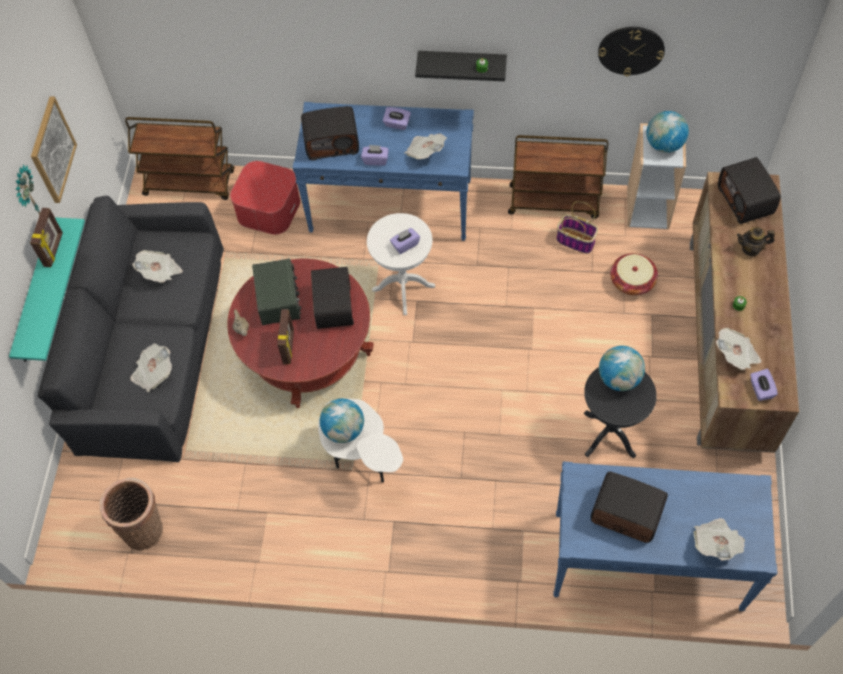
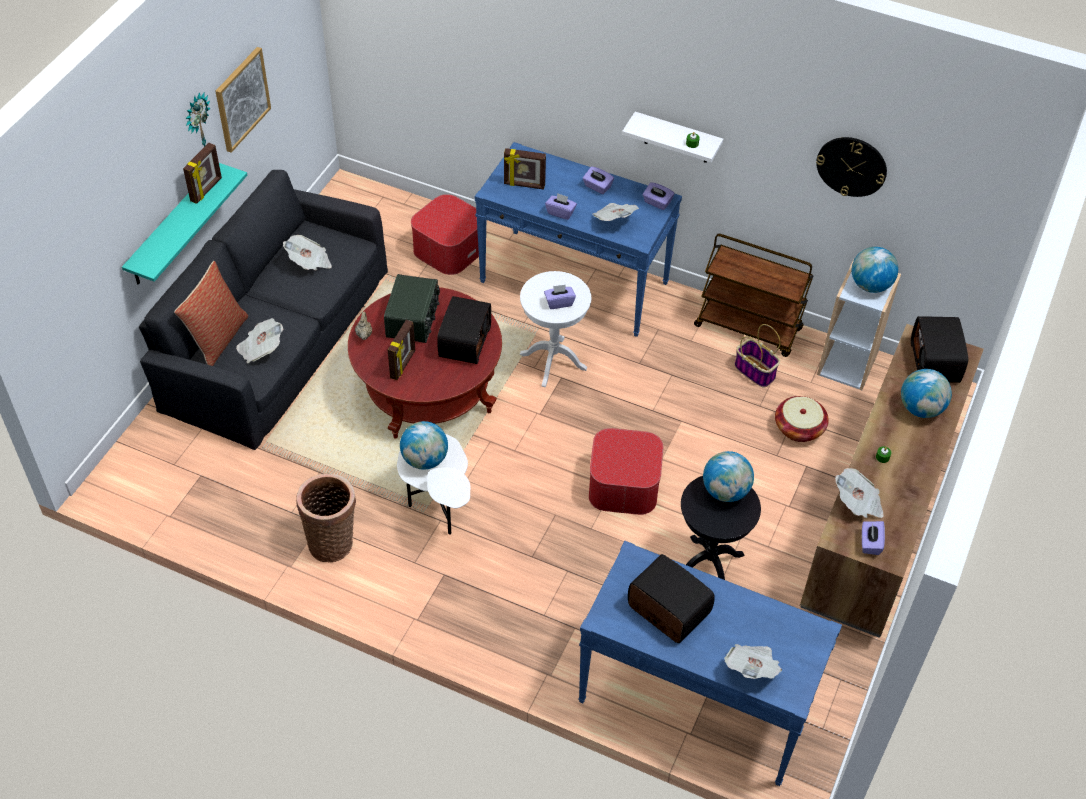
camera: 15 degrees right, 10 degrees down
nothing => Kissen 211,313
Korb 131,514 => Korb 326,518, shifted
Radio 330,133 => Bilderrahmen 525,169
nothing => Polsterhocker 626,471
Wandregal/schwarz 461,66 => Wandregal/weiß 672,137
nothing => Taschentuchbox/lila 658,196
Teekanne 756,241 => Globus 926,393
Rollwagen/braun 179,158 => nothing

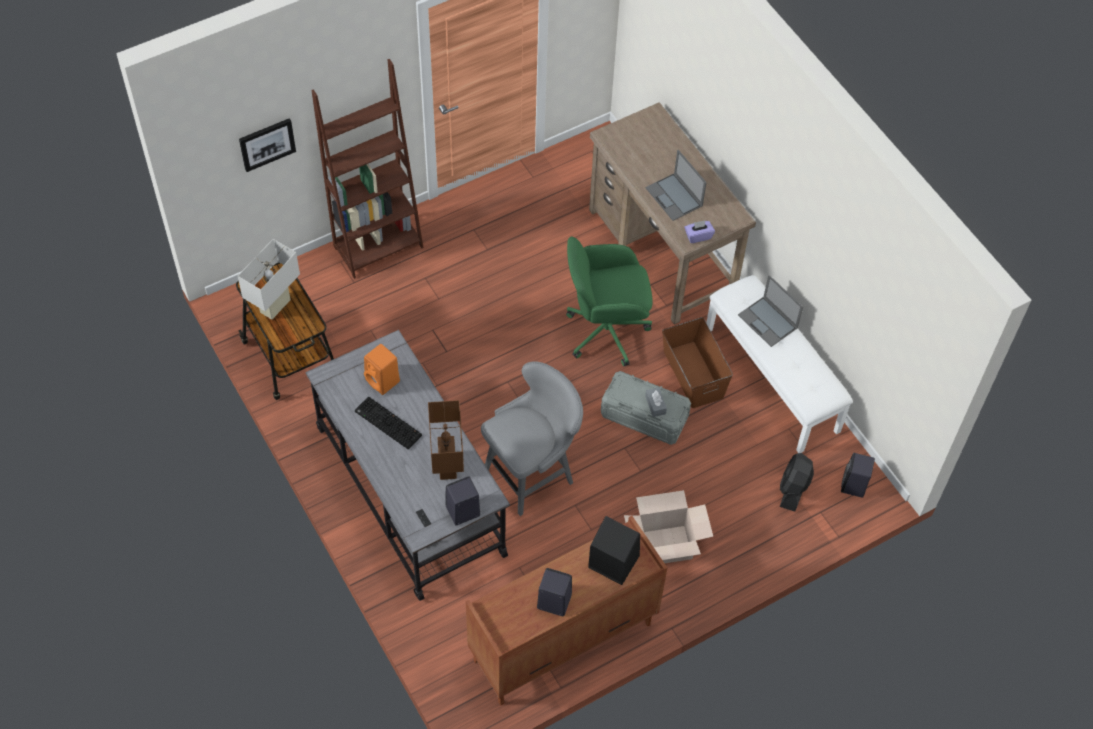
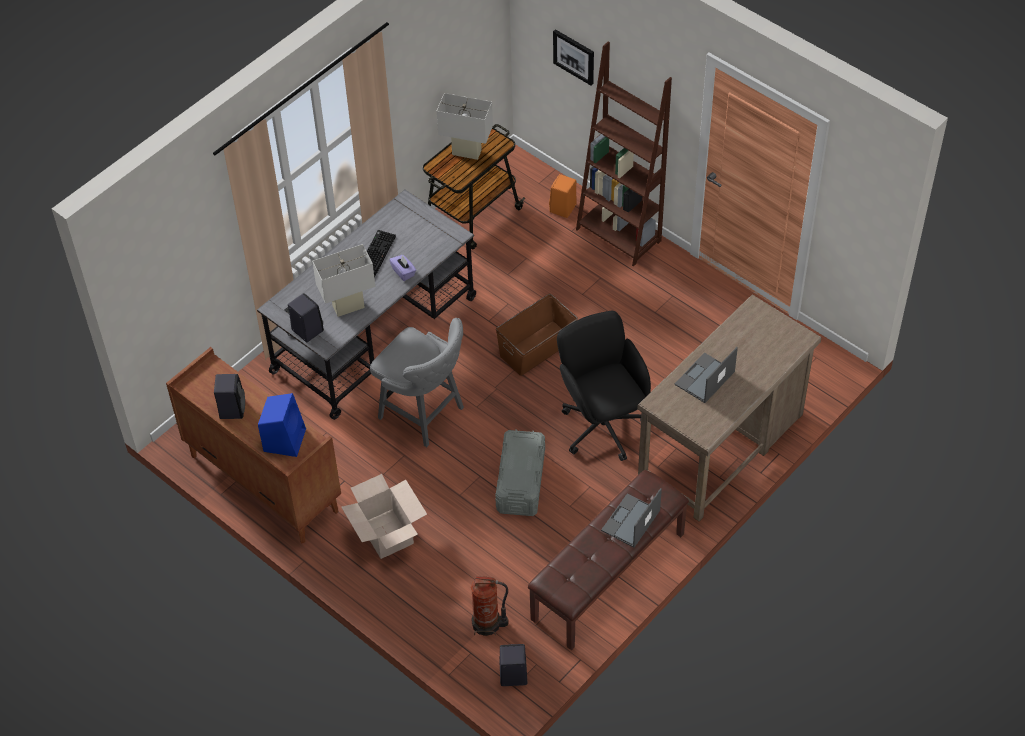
camera: 75 degrees right, 5 degrees down
Lautsprecher/schwarz 614,550 => Lautsprecher/blau 282,425
Tischlampe/braun 446,440 => Tischlampe/weiß 343,280
Taschentuchbox/lila 699,232 => Taschentuchbox/lila 403,268, shifted
Ventilator/schwarz 797,482 => Feuerlöscher 490,606
Aufbewahrungsbox/braun 697,362 => Aufbewahrungsbox/braun 537,334, shifted
Bank/weiß 779,364 => Bank/braun 608,560
Lautsprecher/orange 382,369 => Lautsprecher/orange 563,196, shifted
Bürostuhl/grün 609,302 => Bürostuhl/schwarz 604,386
Taschentuchbox/grau 656,402 => nothing

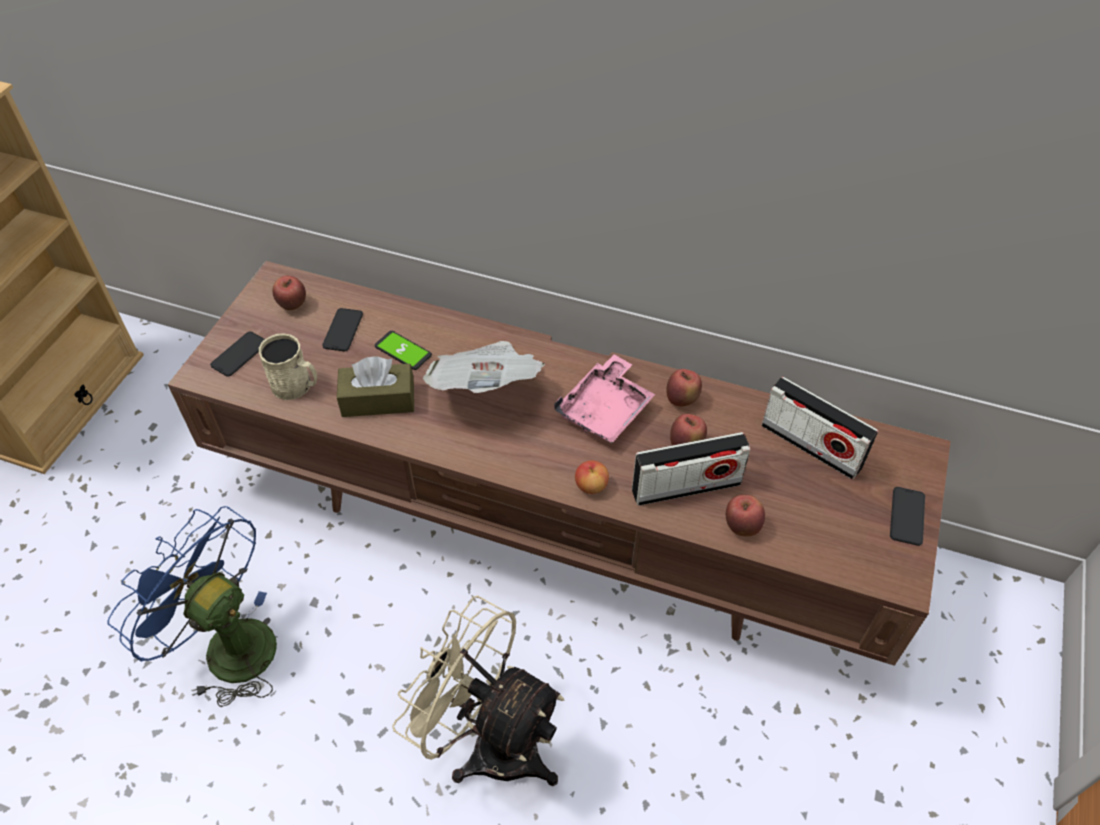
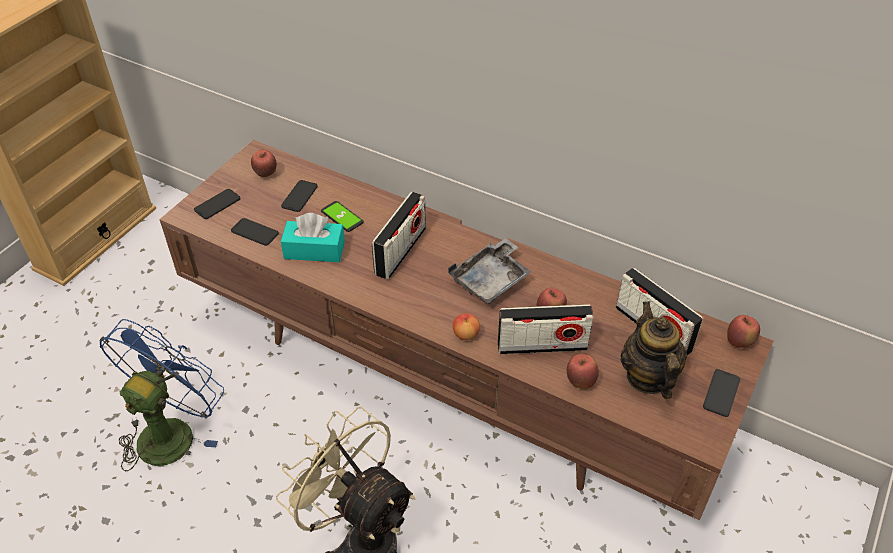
camera: 10 degrees right, 5 degrees down
Ventilator/blau 192,606 => Ventilator/blau 162,395, 75 degrees clockwise
Henkelbecher/beige 288,366 => Handy 255,232
Taschentuchbox/braun 375,386 => Taschentuchbox/türkis 313,237
Zeitung 484,367 => Radio 399,235
Tablett/rosa 604,398 => Tablett/grau 490,271
nothing => Teekanne 654,350
Apfel 684,388 => Apfel 743,331, shifted

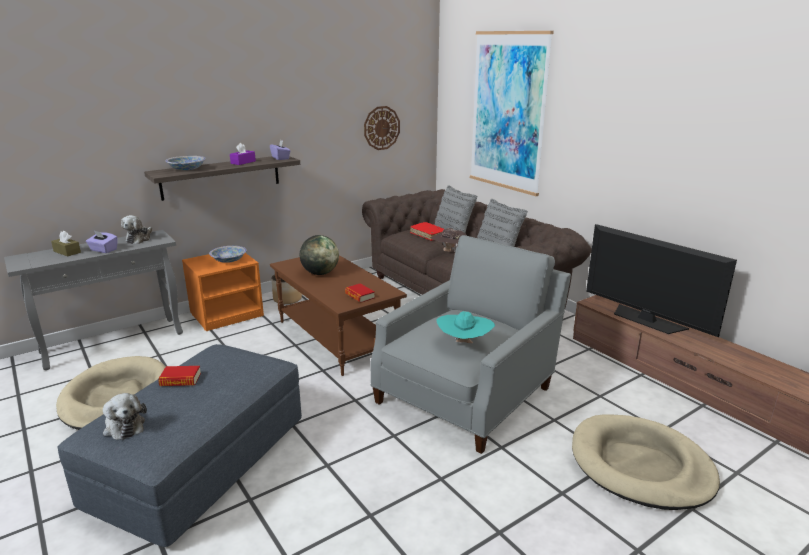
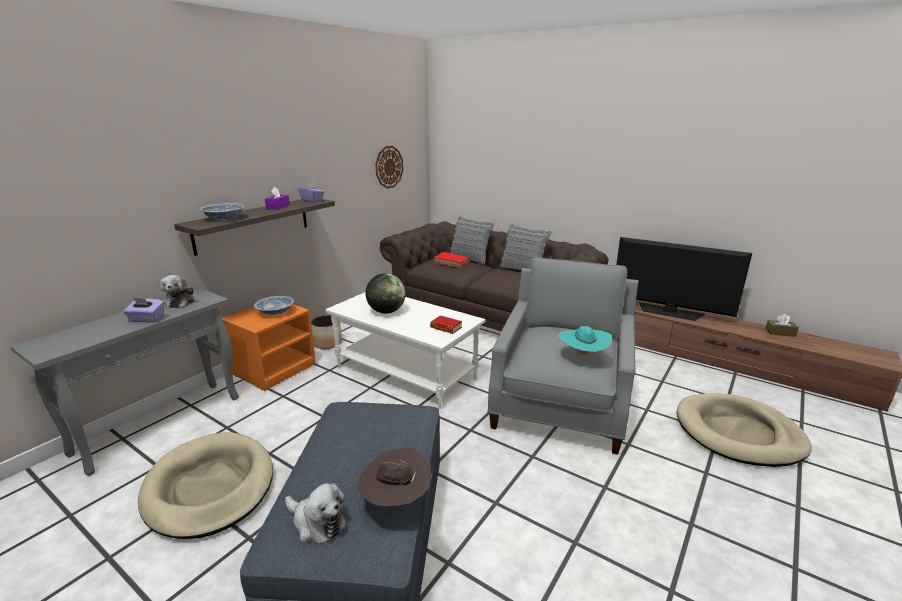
camera: 20 degrees left, 0 degrees up
Couchtisch/braun 338,315 => Couchtisch/weiß 405,350
Hut/braun 449,240 => Hut/braun 394,477, shifted
Taschentuchbox/braun 66,244 => Taschentuchbox/braun 782,325, shifted
Buch 179,376 => nothing
Bild 512,113 => nothing

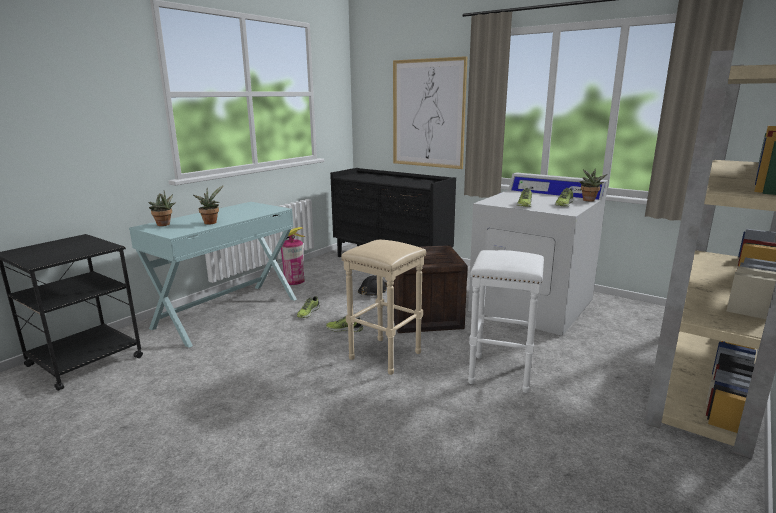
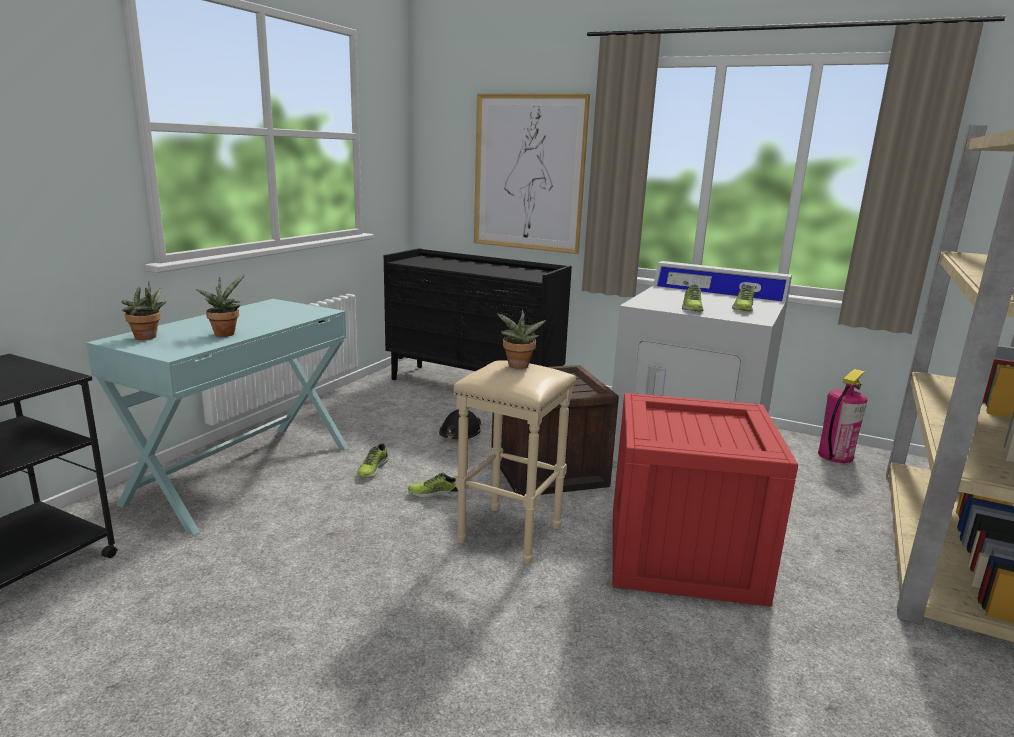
camera: 10 degrees left, 0 degrees up
Topfpflanze 593,185 => Topfpflanze 521,339, shifted
Hocker/weiß 506,321 => Kiste 705,500
Feuerlöscher 290,256 => Feuerlöscher 843,416, shifted

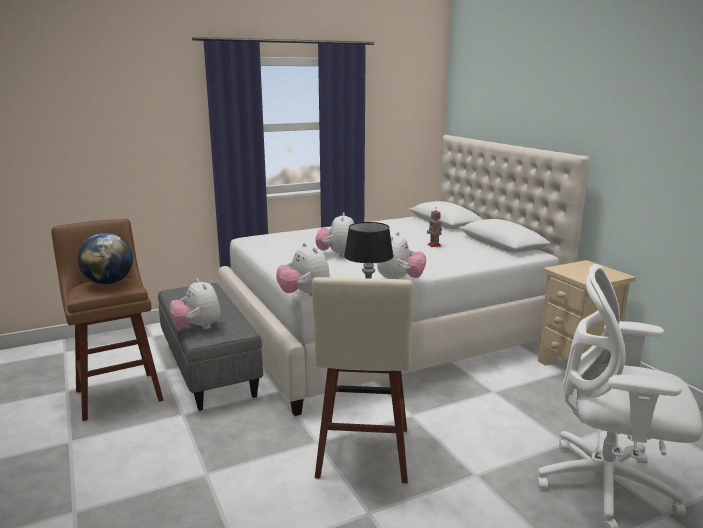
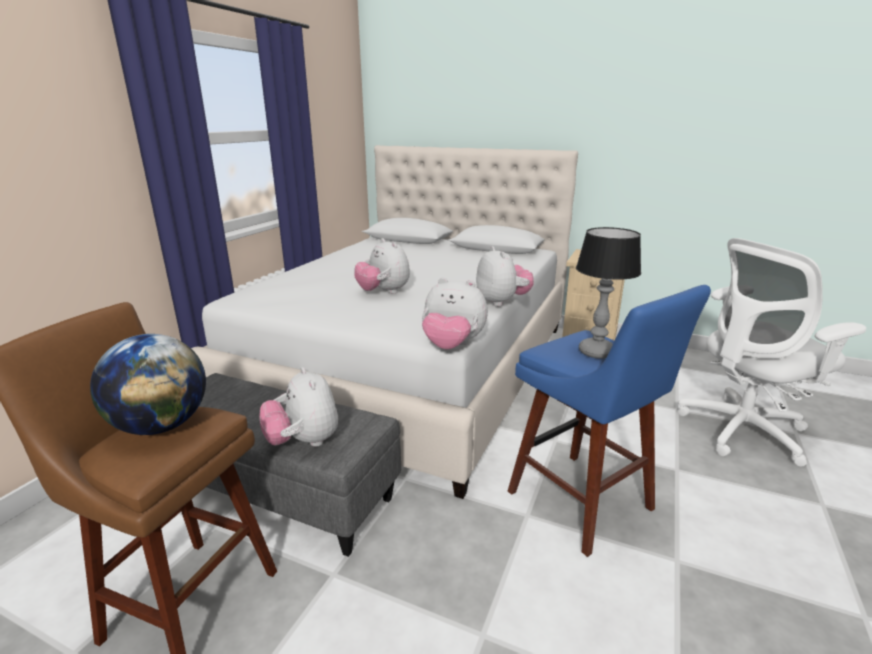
camera: 40 degrees left, 5 degrees up
Plüschtier 195,303 => Plüschtier 298,407, 45 degrees clockwise
Hocker/beige 362,380 => Hocker/blau 609,421
Spielzeugroboter 434,227 => nothing

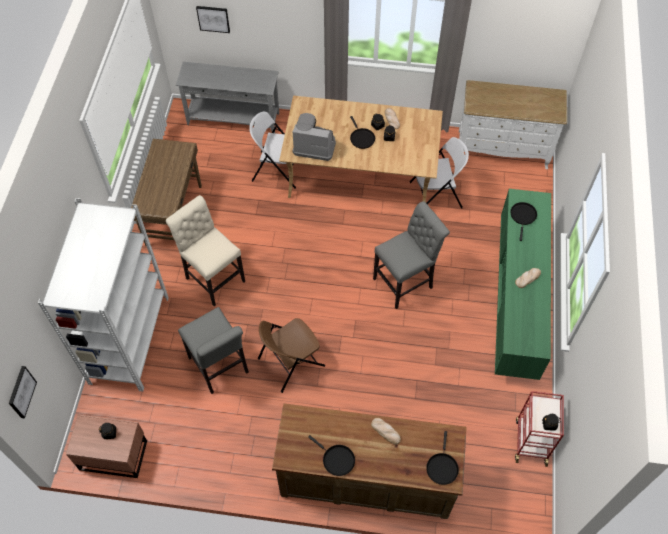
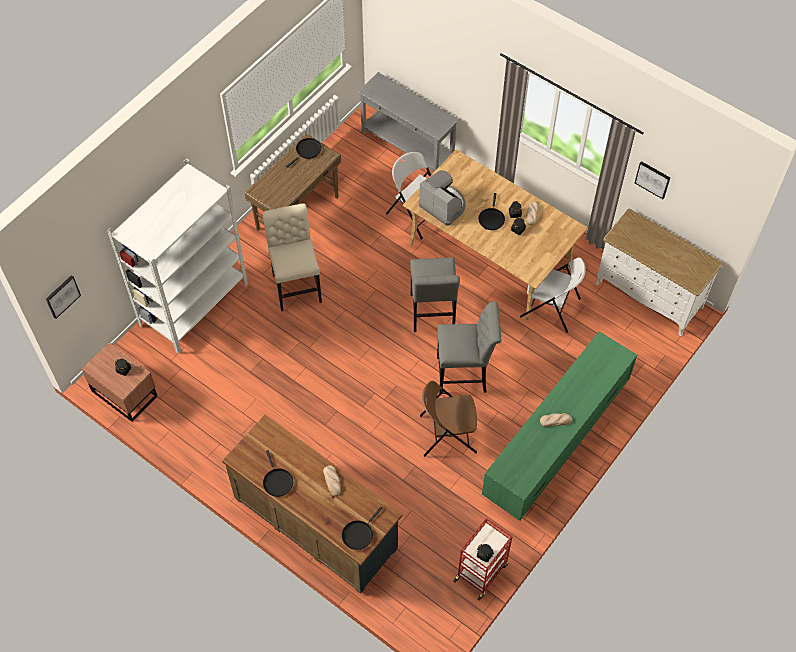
camera: 30 degrees right, 0 degrees up
Pfanne/schwarz 523,221 => Pfanne/schwarz 304,153, shifted
Hocker/grau 213,350 => Hocker/grau 435,294, shifted
Stuhl/braun 291,355 => Stuhl/braun 448,419, shifted
Bild 213,19 => Bild 652,180, shifted

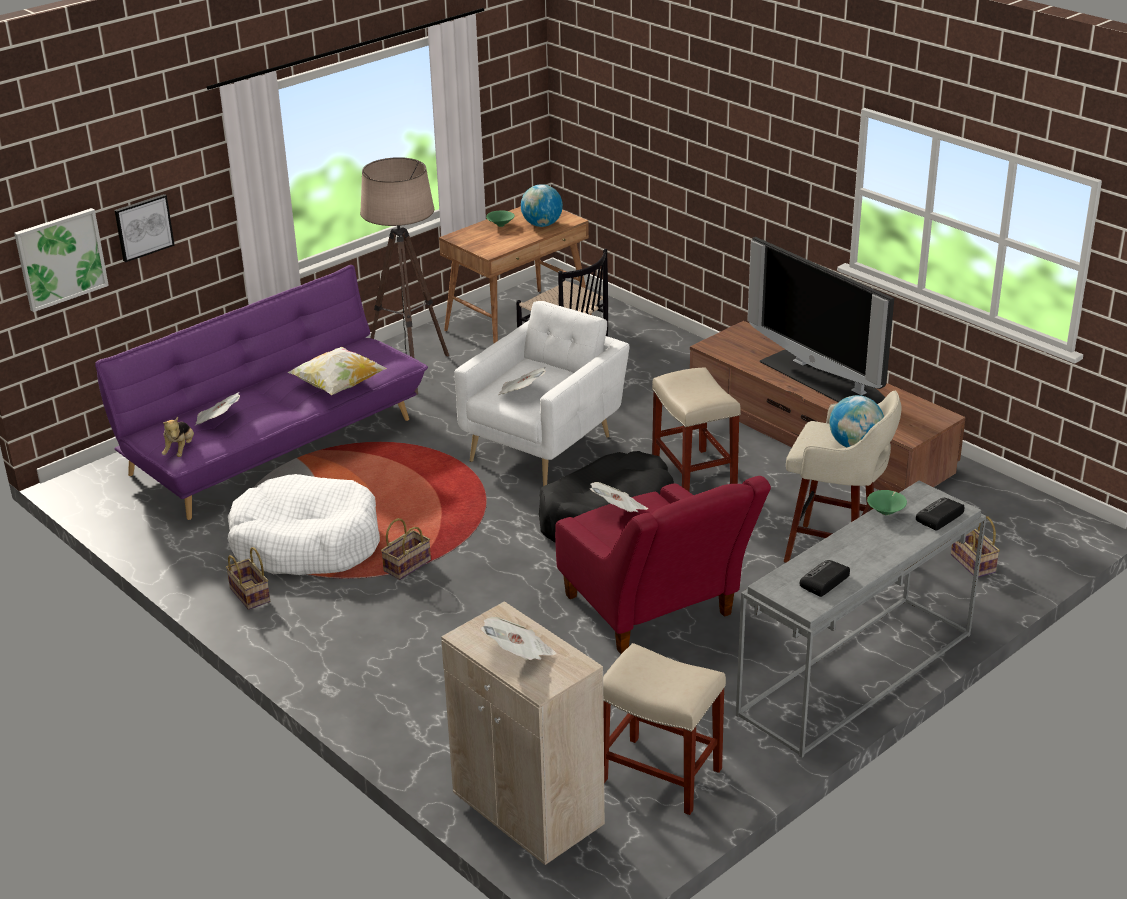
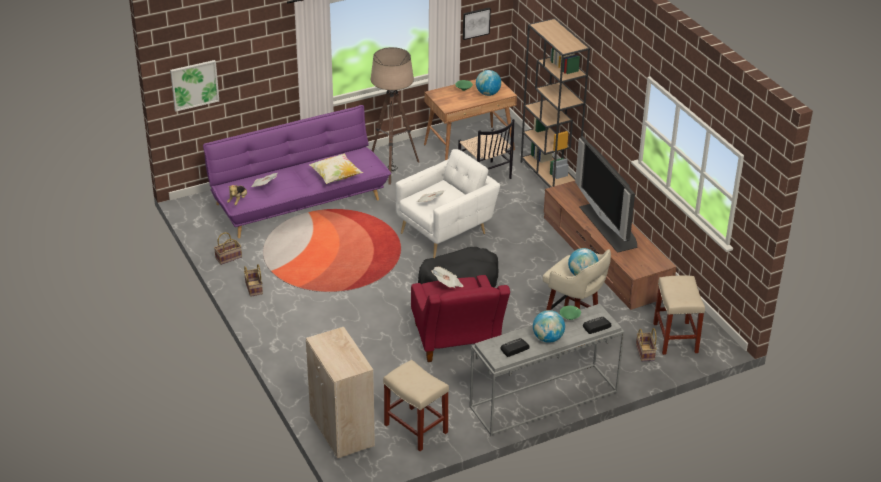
camera: 15 degrees right, 5 degrees up
Korb 406,549 => Korb 228,248, shifted
Bild 144,228 => Bild 477,23, shifted
nothing => Bücherregal 555,102
nothing => Globus 549,326
Hocker/beige 696,429 => Hocker/beige 679,315, shifted
Hundebett/weiß 304,524 => nothing
Zeitung 518,638 => nothing

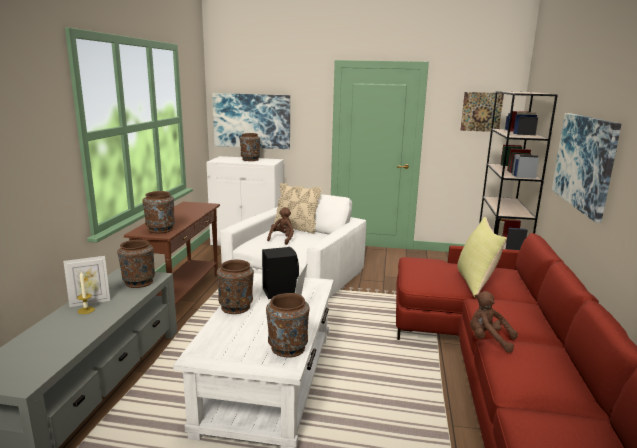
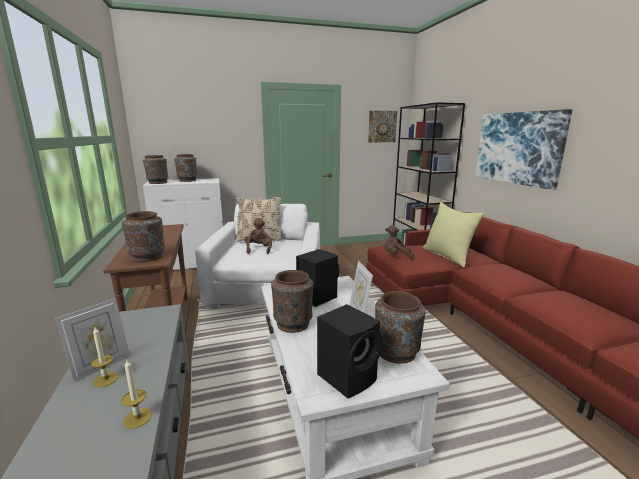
camera: 25 degrees left, 0 degrees up
nothing => Kerze 136,394
Vase/braun 136,264 => Vase/braun 155,169, shifted
nothing => Lautsprecher/schwarz 349,351
Plüschtier/braun 494,322 => Plüschtier/braun 399,242, shifted
Bild 251,121 => nothing

